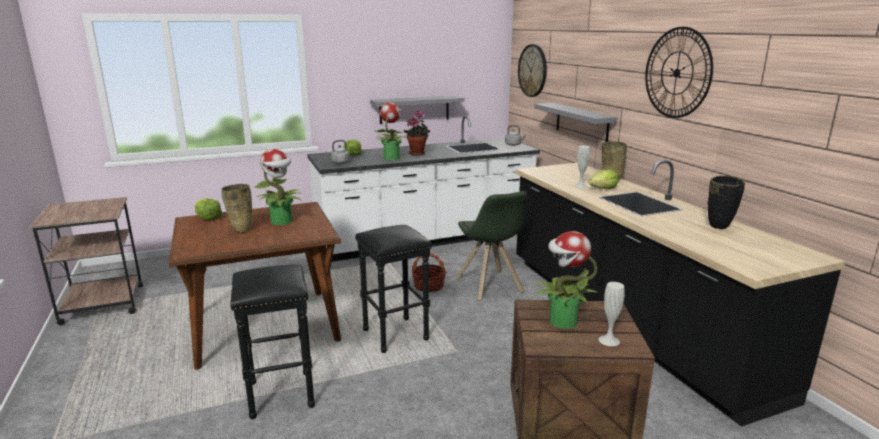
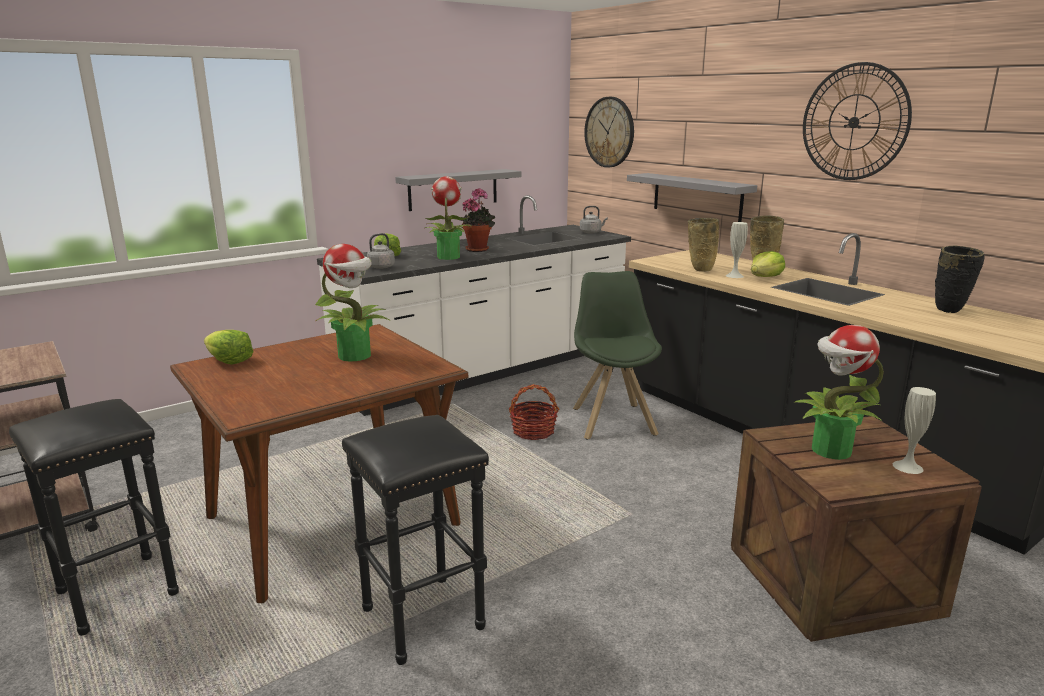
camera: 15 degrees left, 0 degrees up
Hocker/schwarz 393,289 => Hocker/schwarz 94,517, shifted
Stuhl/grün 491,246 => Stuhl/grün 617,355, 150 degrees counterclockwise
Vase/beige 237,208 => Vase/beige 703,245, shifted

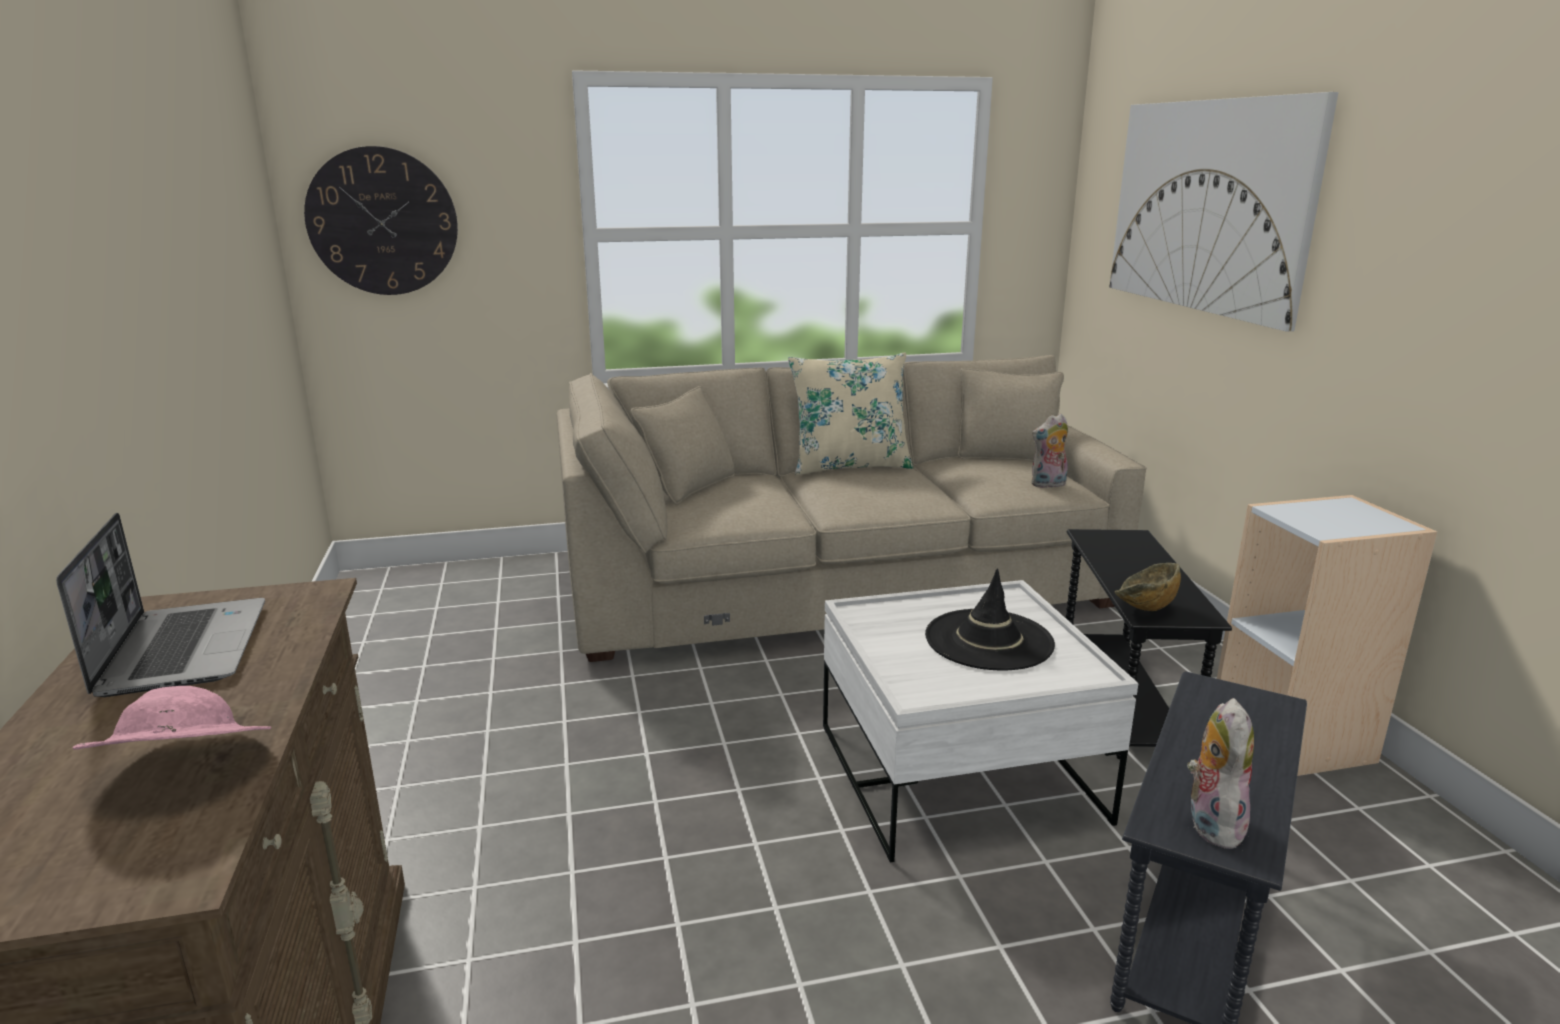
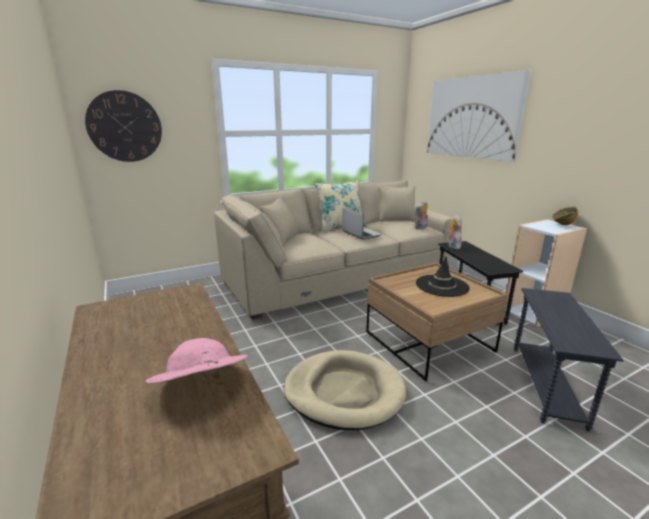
camera: 15 degrees left, 0 degrees up
nothing => Hundebett/beige 345,390
Laptop 160,605 => Laptop 362,224, shifted
Couchtisch/weiß 981,721 => Couchtisch/braun 437,322
Plüschtier 1220,773 => Plüschtier 455,232, shifted
Schüssel 1147,587 => Schüssel 565,216, shifted

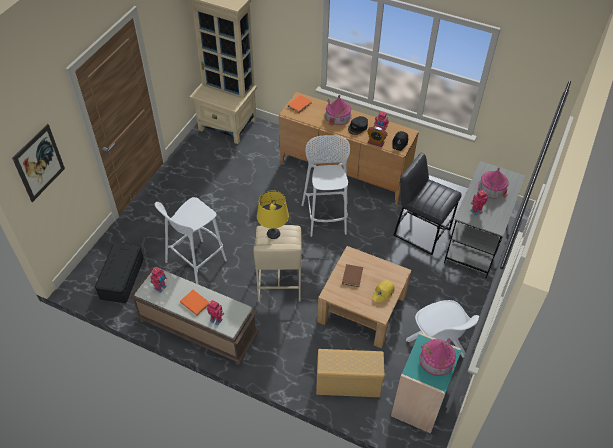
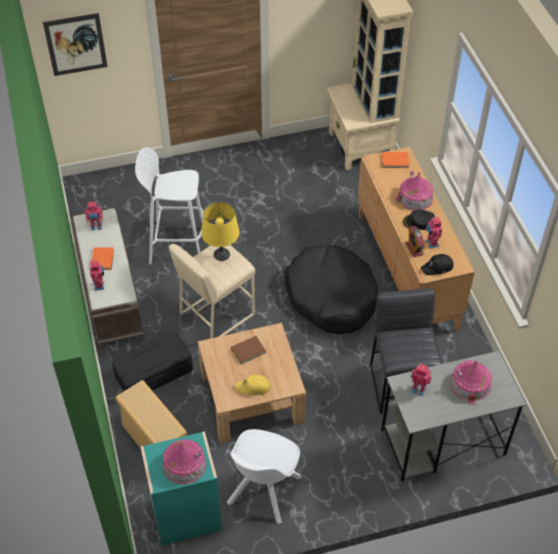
camera: 50 degrees right, 0 degrees up
Aufbewahrungsbox/schwarz 119,272 => Aufbewahrungsbox/schwarz 152,361, shifted
Hocker/weiß 325,186 => Hundebett/schwarz 331,289

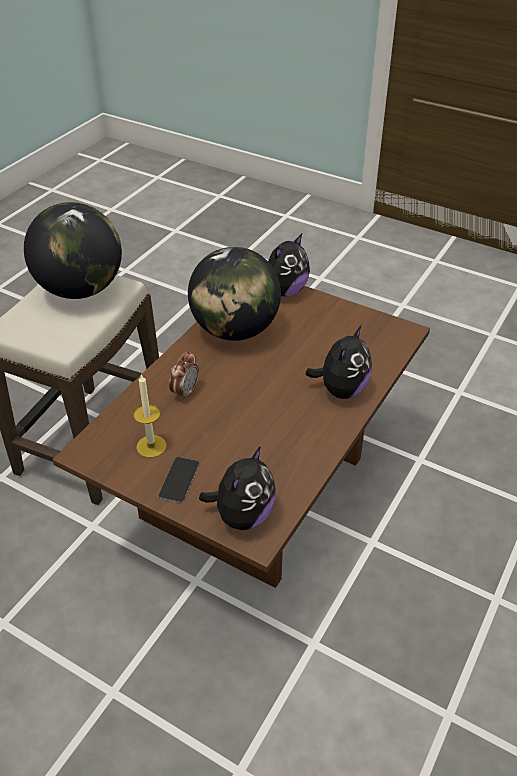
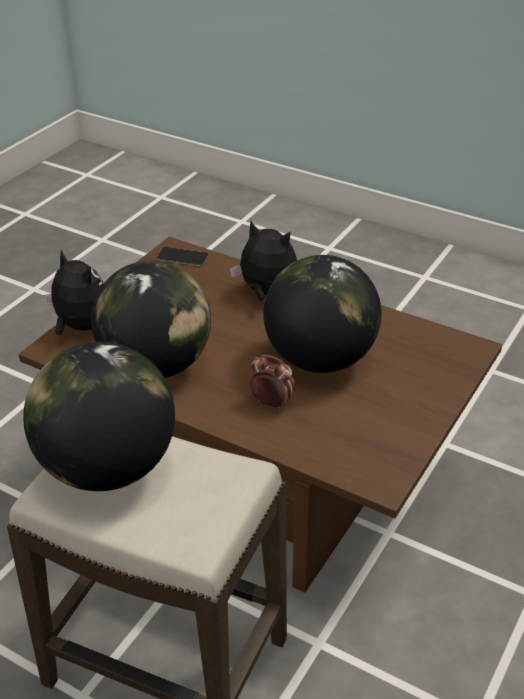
camera: 90 degrees left, 5 degrees down
Handy 178,480 => Handy 183,256, shifted
nothing => Globus 322,314
Kerze 150,416 => nothing
Plüschtier 237,488 => nothing

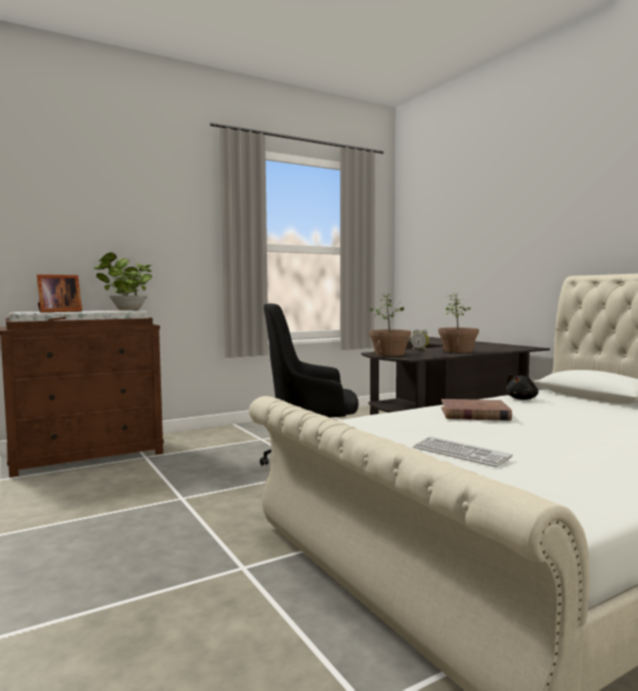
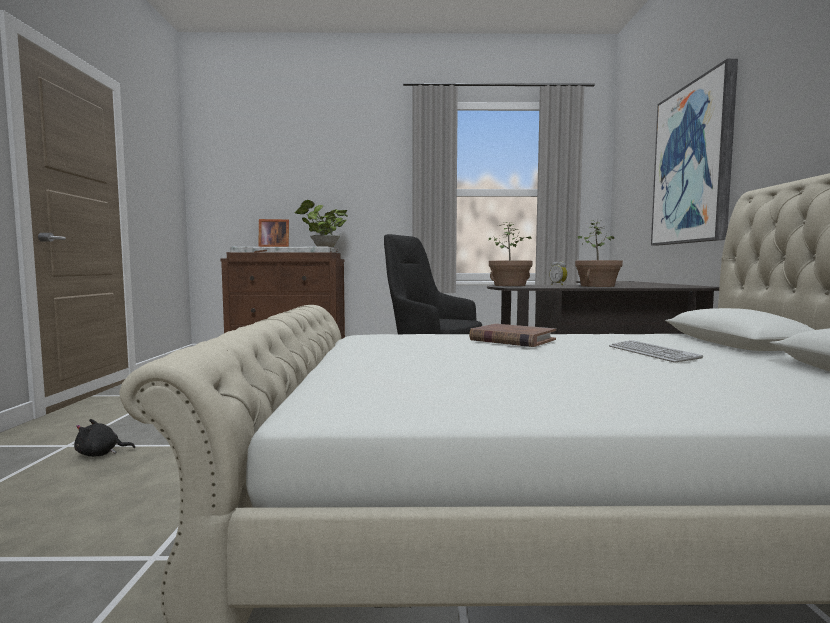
camera: 30 degrees right, 0 degrees up
Plüschtier/schwarz 522,387 => Plüschtier/schwarz 104,438, shifted
Tastatur 463,452 => Tastatur 656,351, shifted
nothing => Bild 694,152

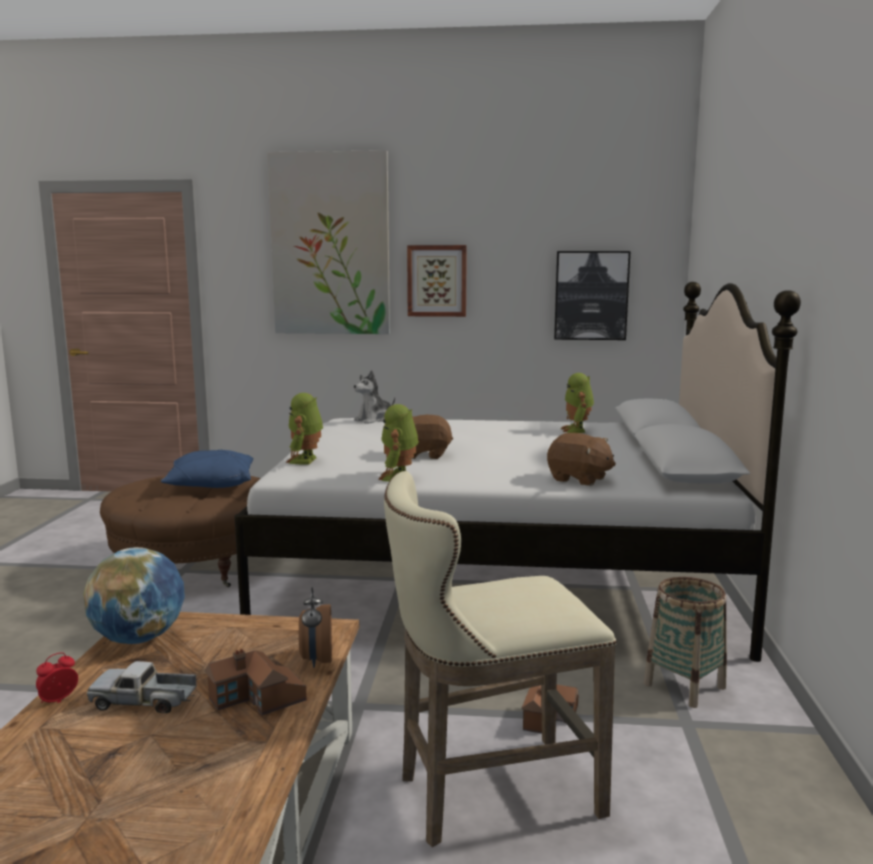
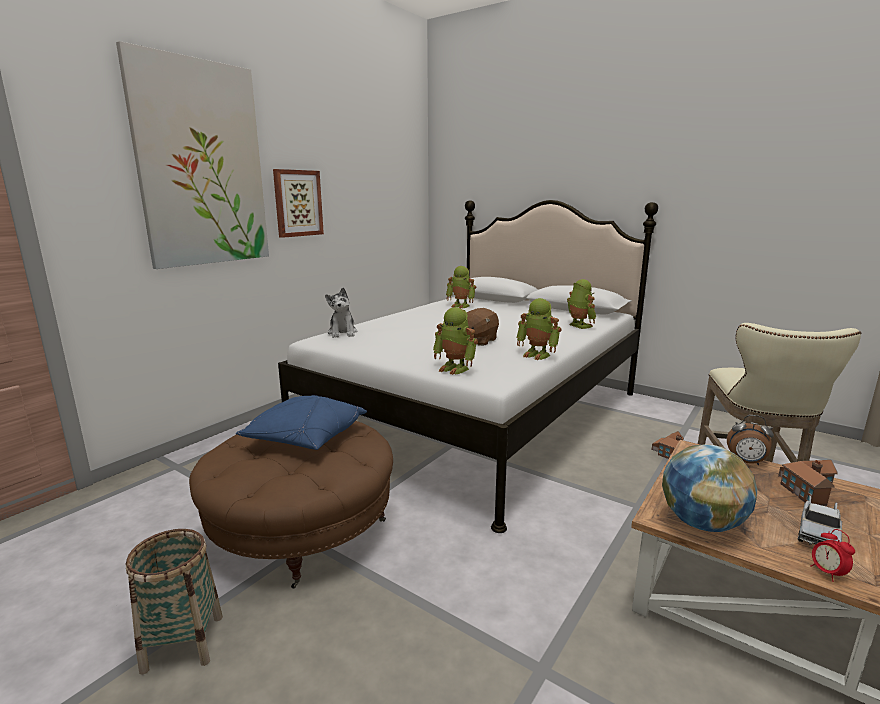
camera: 60 degrees left, 5 degrees up
Korb 685,642 => Korb 174,602, shifted
Plüschtier/braun 581,459 => Spielzeugroboter 581,304
Bild 592,295 => nothing

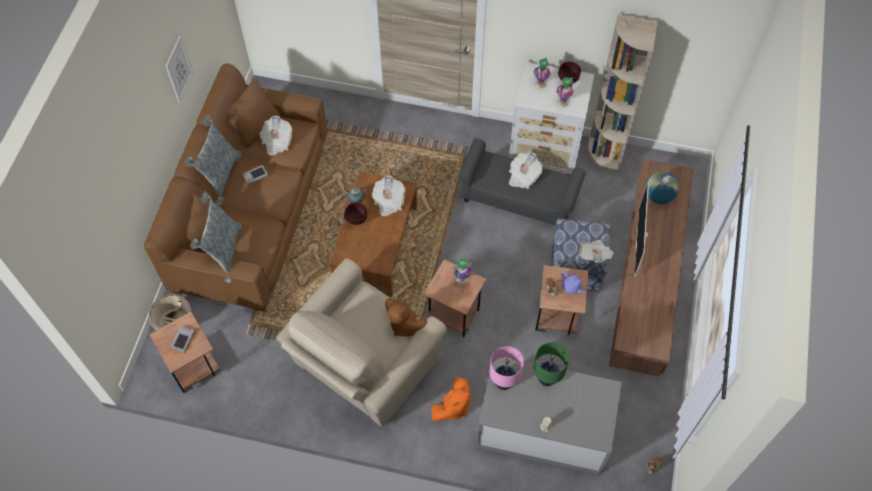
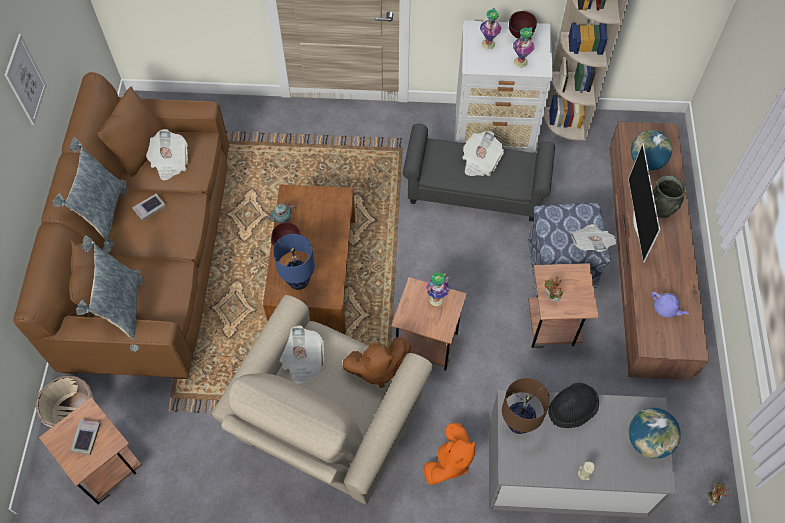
camera: 10 degrees left, 0 degrees up
nothing => Tischlampe/blau 294,262
Zeitung 389,196 => Zeitung 301,354, shifted
Plüschtier/braun 406,317 => Plüschtier/braun 376,362, 45 degrees counterclockwise
Tischlampe/rosa 506,368 => Tischlampe/braun 526,406
Tischlampe/grün 551,364 => Hut/schwarz 573,405
nothing => Globus 655,433
Teekanne/lila 574,282 => Teekanne/lila 670,305, shifted
nothing => Vase/grau 669,197

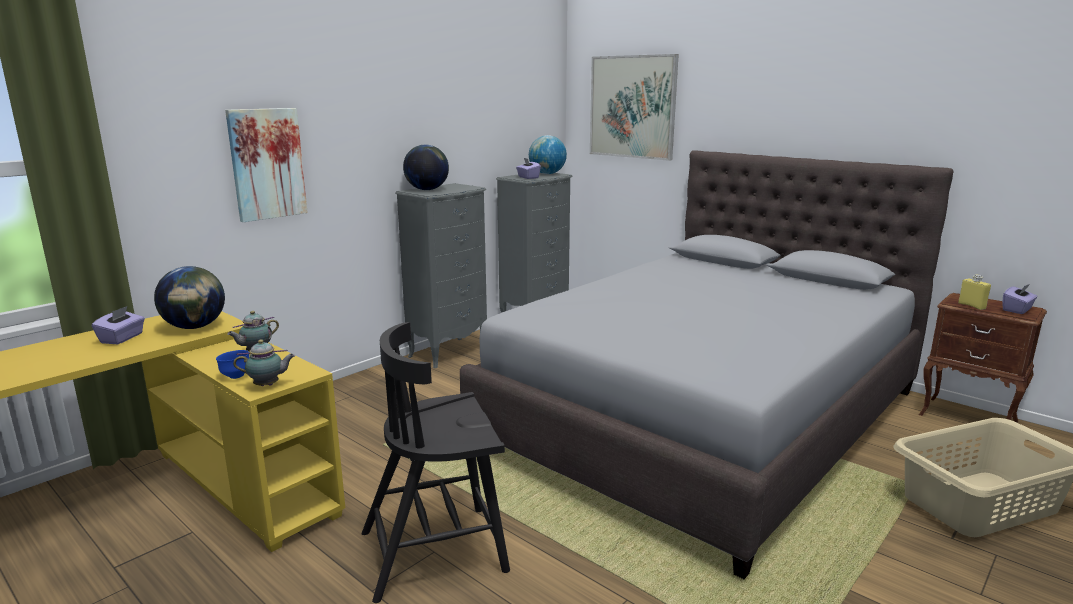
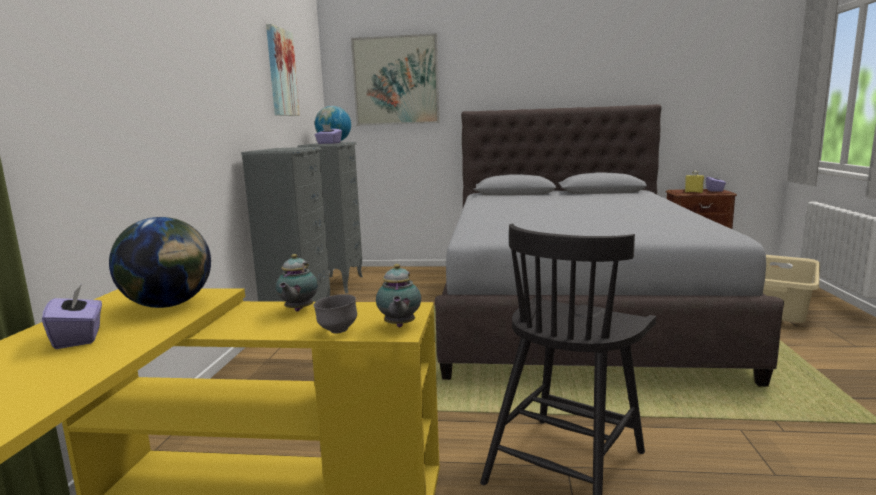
camera: 35 degrees left, 5 degrees down
Bild 266,165 => Bild 283,70, shifted
Schüssel/blau 232,364 => Schüssel/grau 335,313
Teekanne 264,363 => Teekanne 398,295, 135 degrees clockwise
Globus 426,167 => nothing

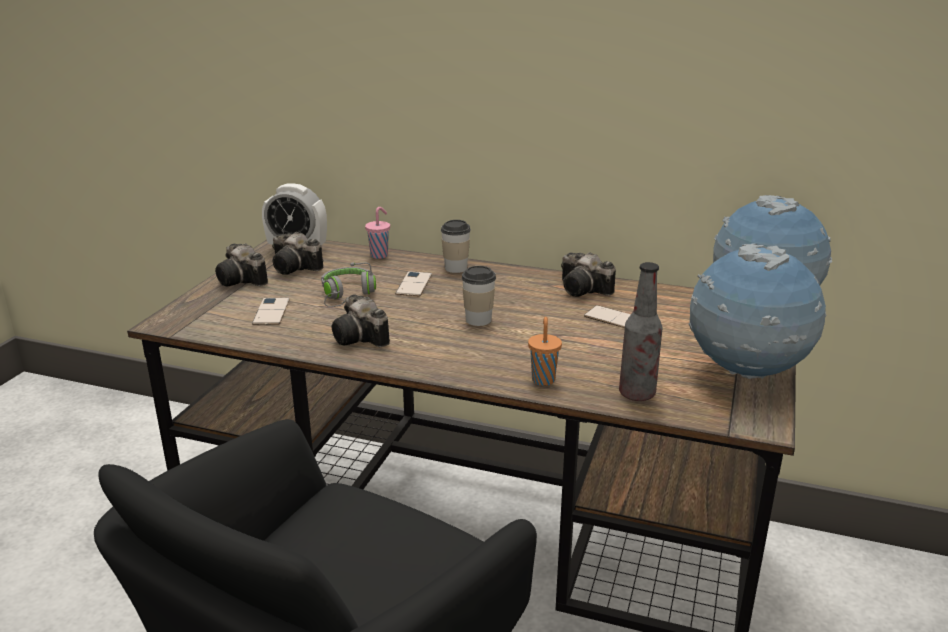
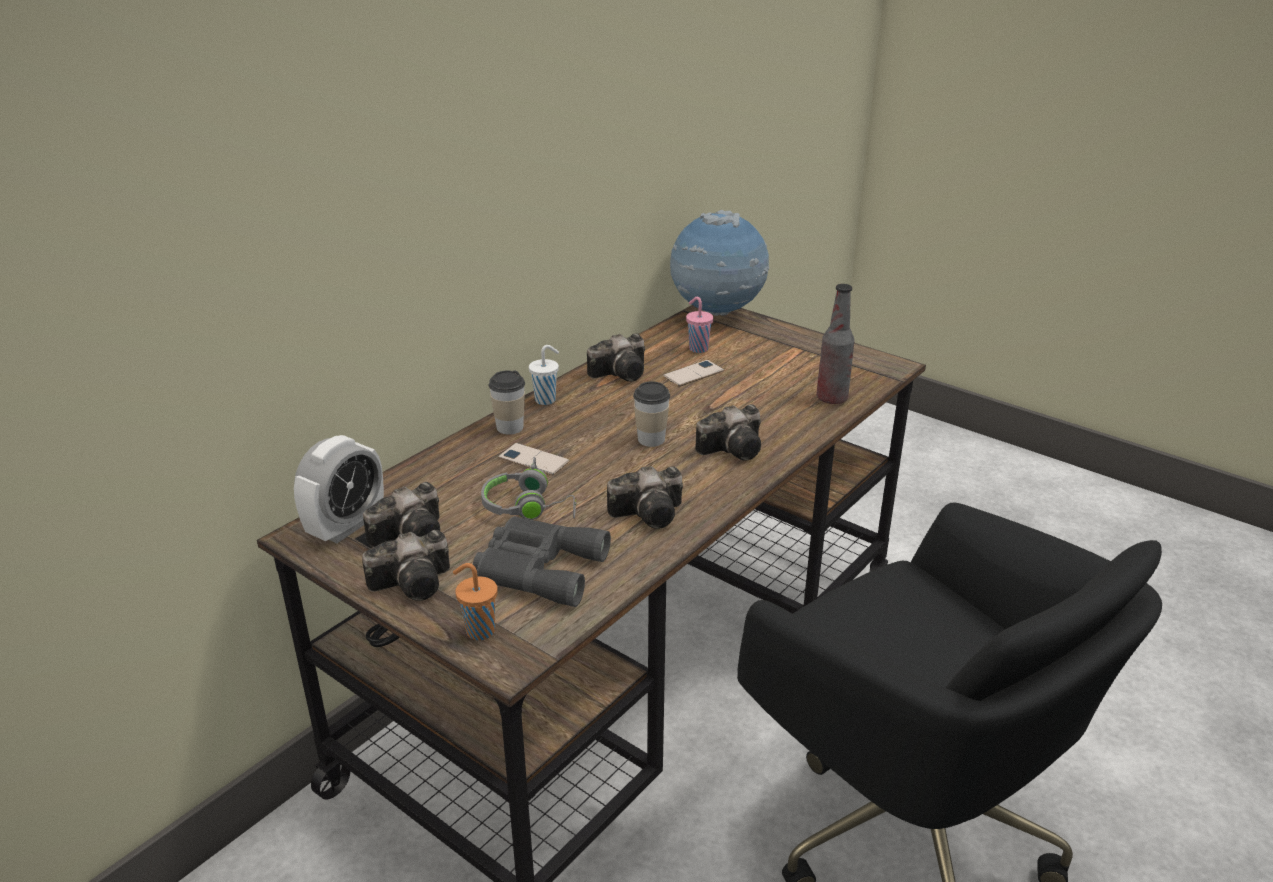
camera: 70 degrees left, 5 degrees up
Tasse/orange 545,351 => Tasse/orange 475,601, shifted
Handy 271,311 => Fernglas/grau 542,561
nothing => Tasse/weiß 544,375
Tasse/rosa 377,233 => Tasse/rosa 700,325, shifted
nothing => Kamera 728,432
Globus 757,311 => nothing

